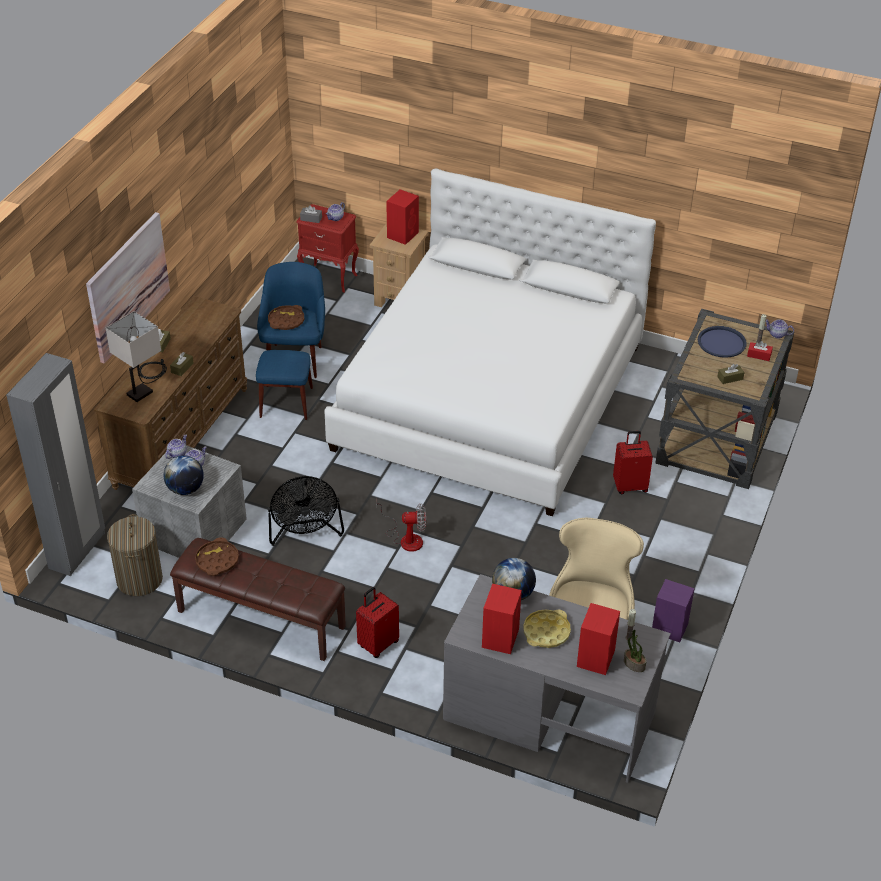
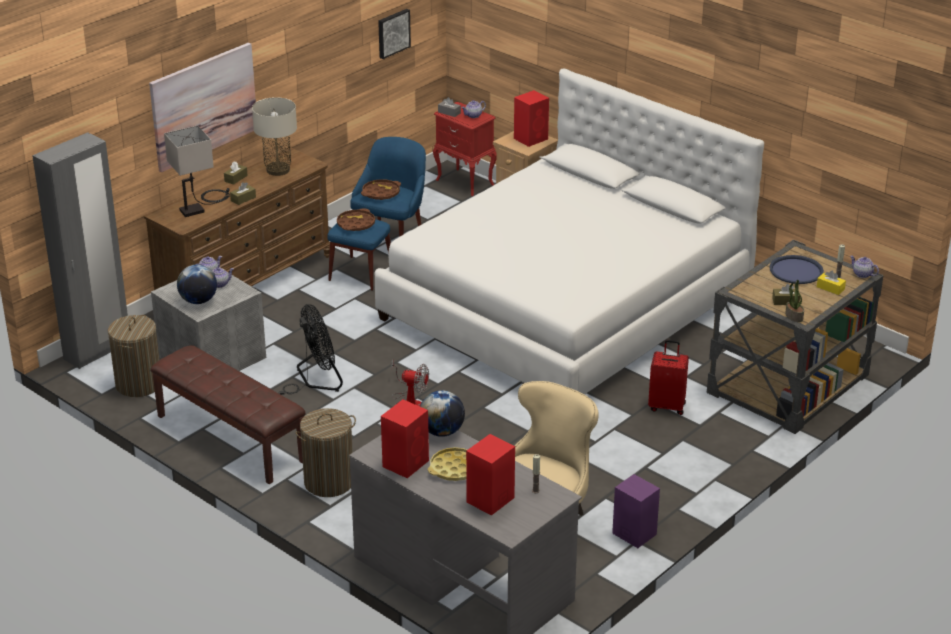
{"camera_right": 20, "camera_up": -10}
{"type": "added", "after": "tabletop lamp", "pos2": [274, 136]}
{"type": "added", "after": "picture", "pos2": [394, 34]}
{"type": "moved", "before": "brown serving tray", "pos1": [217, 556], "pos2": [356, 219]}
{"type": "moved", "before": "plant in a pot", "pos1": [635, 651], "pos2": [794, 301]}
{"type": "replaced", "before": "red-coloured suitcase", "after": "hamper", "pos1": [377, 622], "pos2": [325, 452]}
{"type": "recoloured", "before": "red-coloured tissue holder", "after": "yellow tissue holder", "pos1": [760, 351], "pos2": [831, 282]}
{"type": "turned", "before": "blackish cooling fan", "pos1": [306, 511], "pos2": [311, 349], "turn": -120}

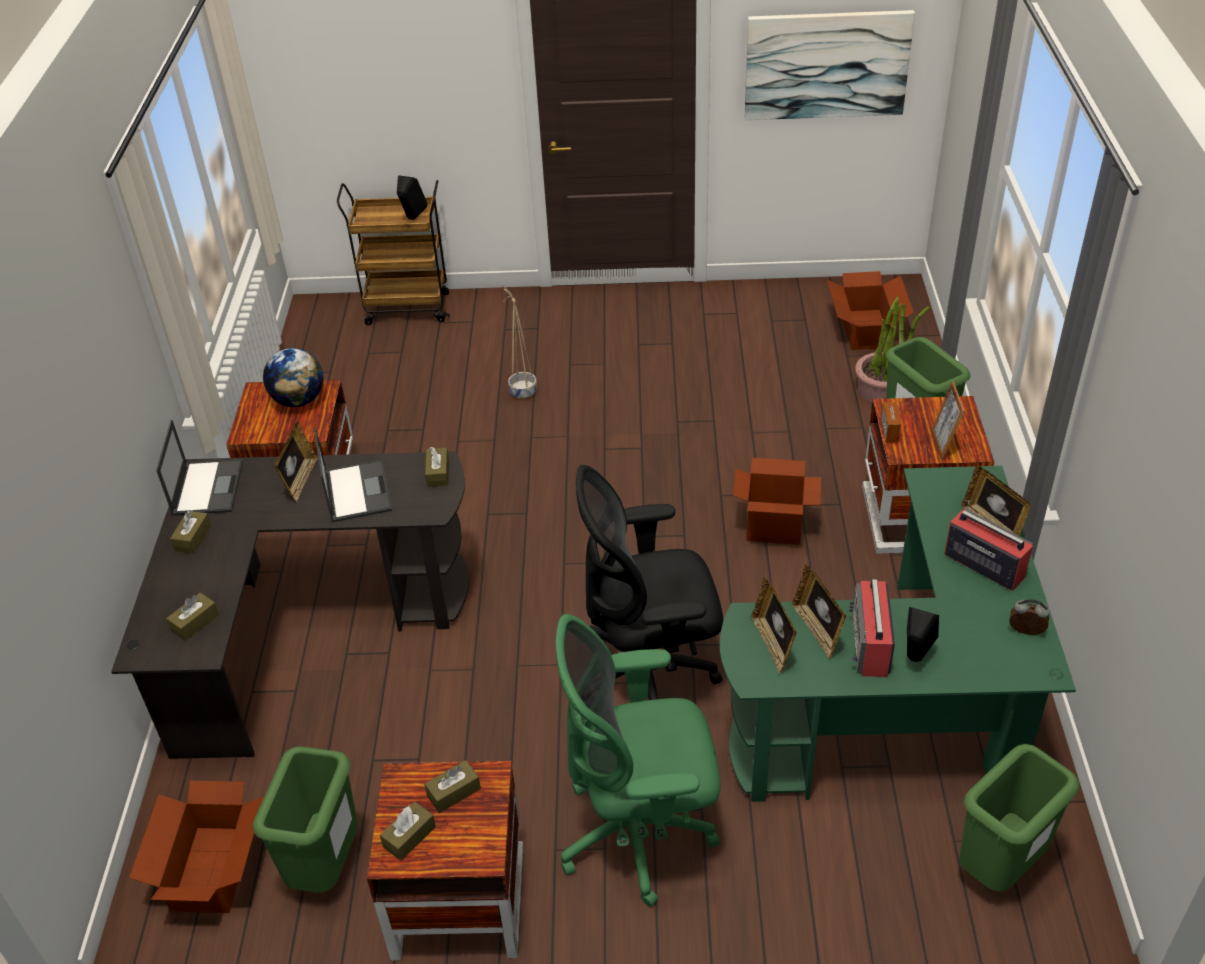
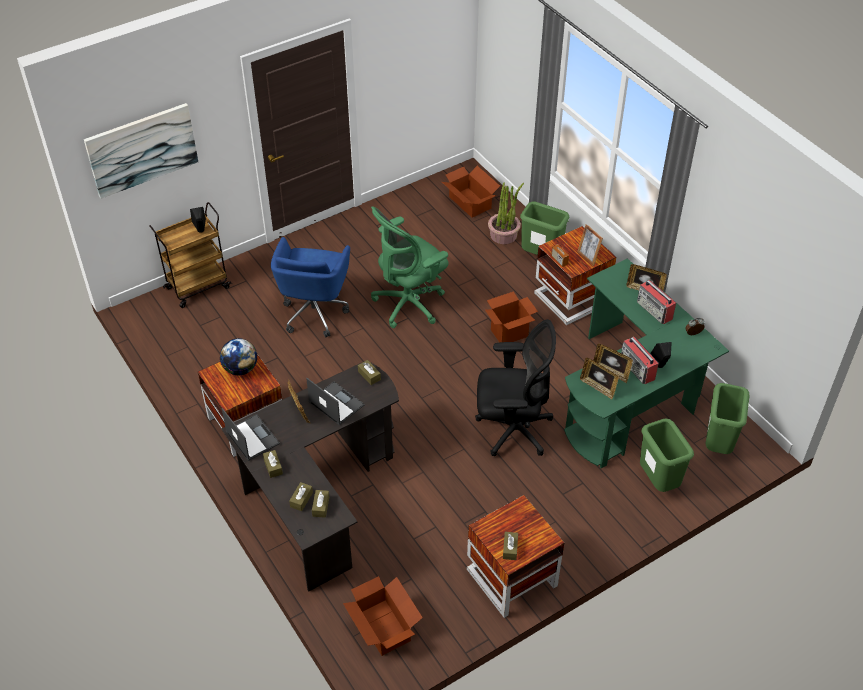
{"camera_right": -35, "camera_up": 5}
{"type": "moved", "before": "green waste bin", "pos1": [305, 819], "pos2": [667, 455]}
{"type": "moved", "before": "brown tissue holder", "pos1": [452, 786], "pos2": [301, 496]}
{"type": "moved", "before": "green office chair", "pos1": [638, 760], "pos2": [409, 267]}
{"type": "moved", "before": "picture", "pos1": [830, 65], "pos2": [141, 151]}
{"type": "replaced", "before": "sand-coloured flower pot", "after": "blue-coloured office chair", "pos1": [519, 342], "pos2": [310, 287]}
{"type": "turned", "before": "blackish office chair", "pos1": [649, 582], "pos2": [515, 387], "turn": -135}
{"type": "turned", "before": "radio receiver", "pos1": [988, 545], "pos2": [656, 302], "turn": -135}

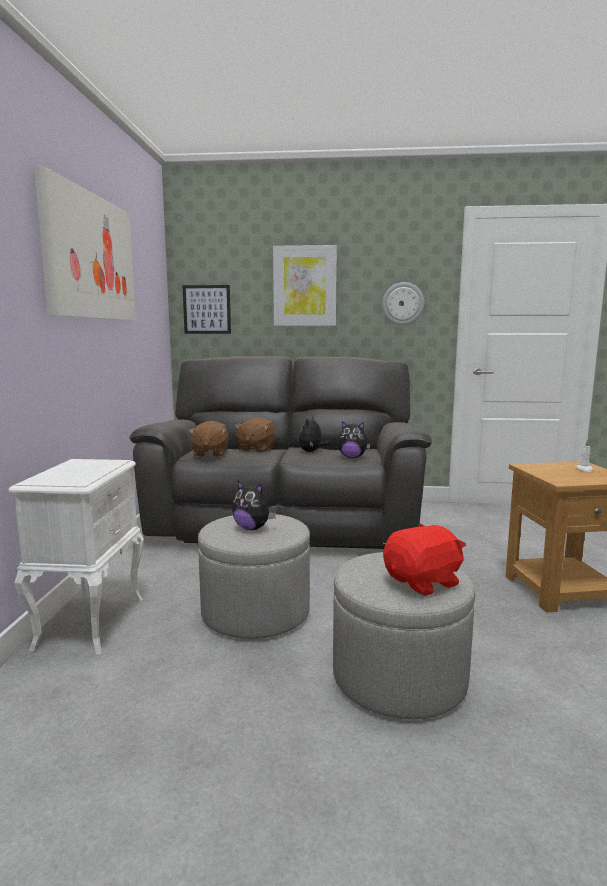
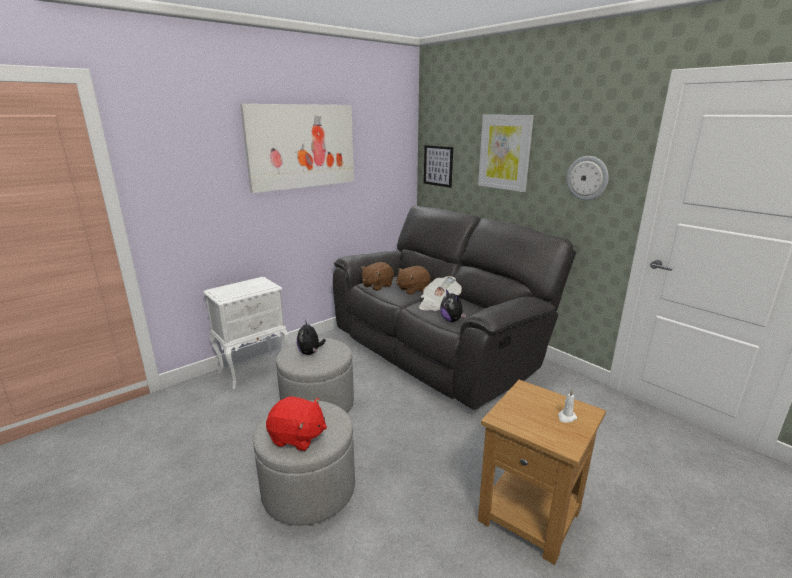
{"camera_right": 45, "camera_up": 10}
{"type": "replaced", "before": "soft toy", "after": "daily paper", "pos1": [314, 433], "pos2": [440, 293]}

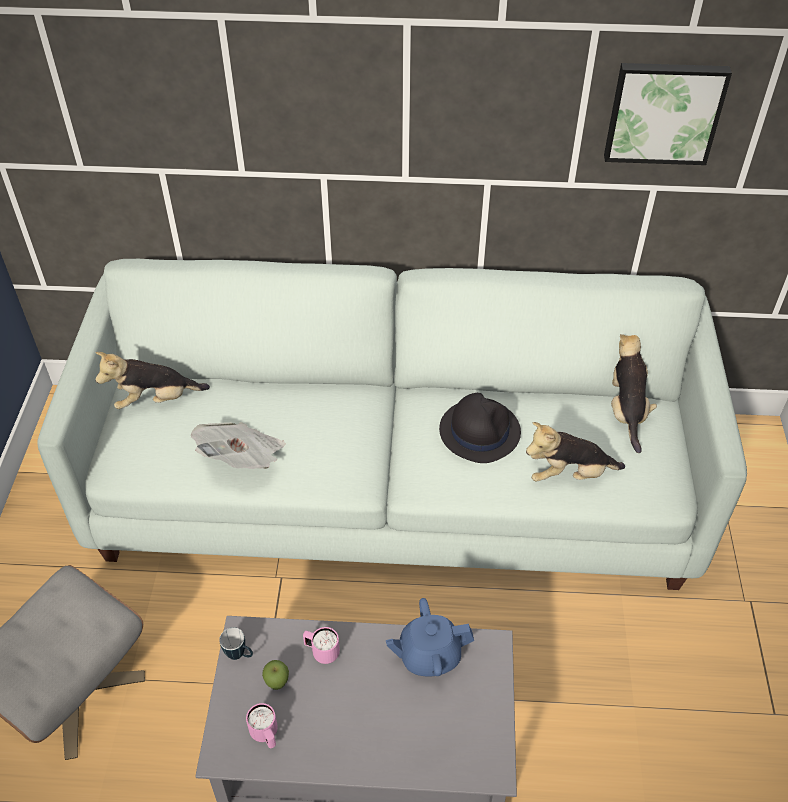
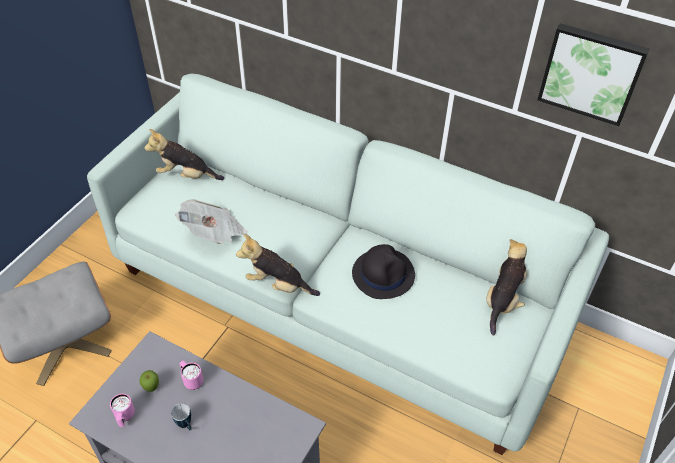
{"camera_right": 25, "camera_up": 0}
{"type": "removed", "before": "blue-coloured tea pot", "pos1": [430, 637]}
{"type": "moved", "before": "mug", "pos1": [236, 643], "pos2": [181, 417]}
{"type": "moved", "before": "soft toy", "pos1": [575, 452], "pos2": [278, 265]}

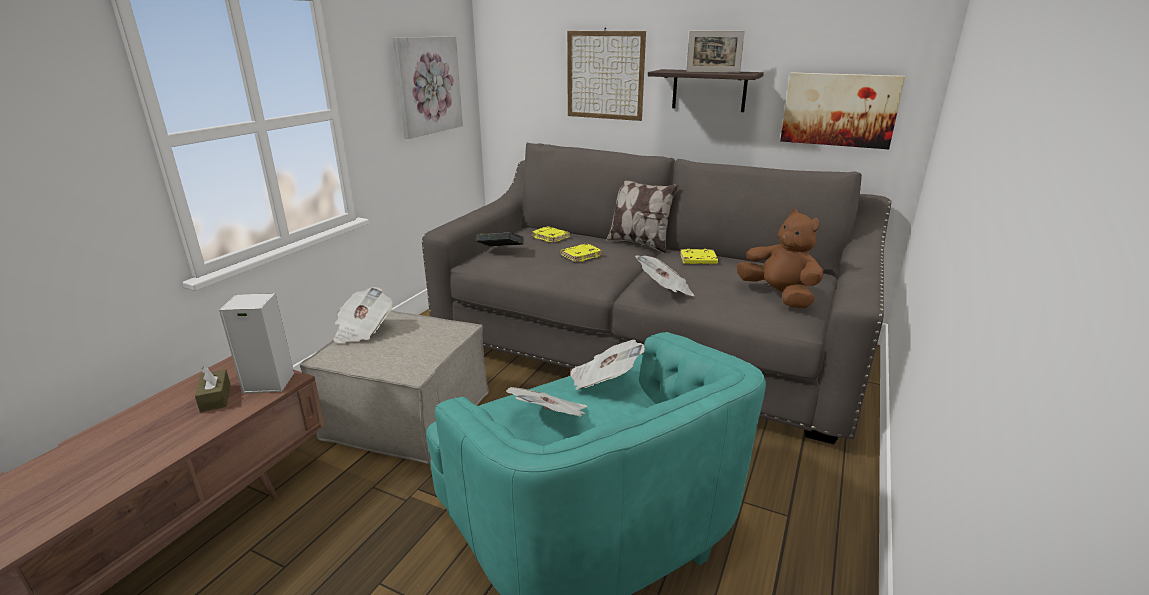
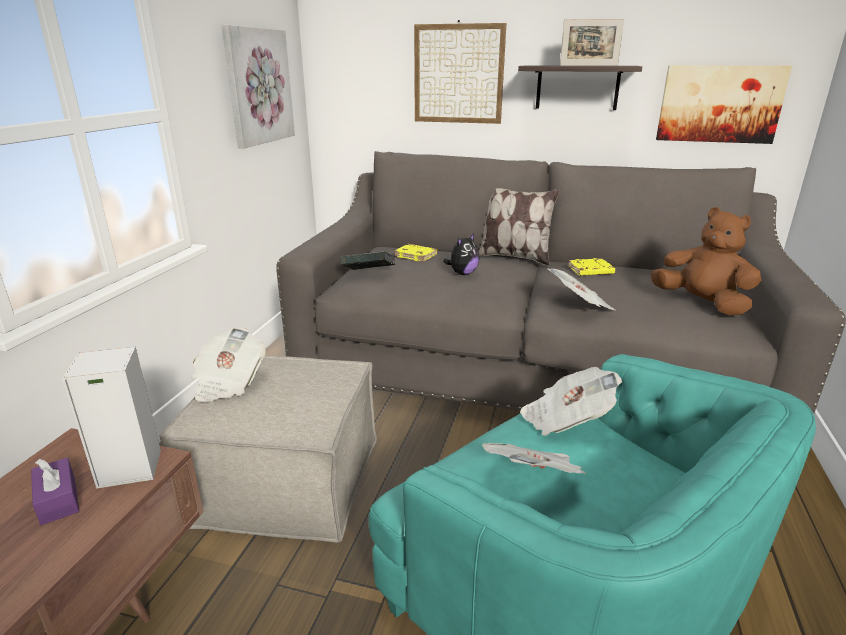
{"camera_right": -10, "camera_up": 0}
{"type": "replaced", "before": "yellow book", "after": "soft toy", "pos1": [582, 252], "pos2": [461, 254]}
{"type": "recoloured", "before": "brown tissue holder", "after": "purplish tissue holder", "pos1": [213, 389], "pos2": [55, 491]}

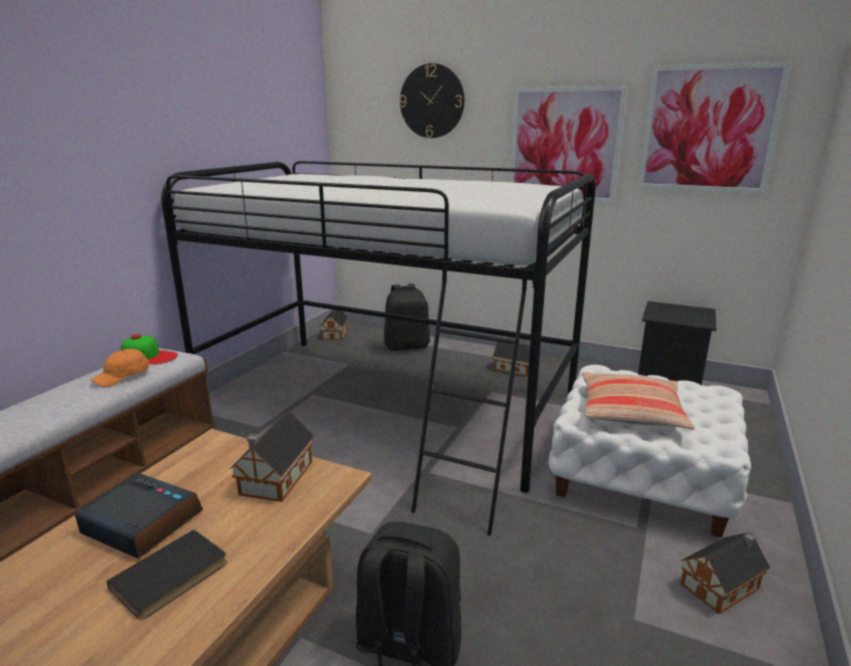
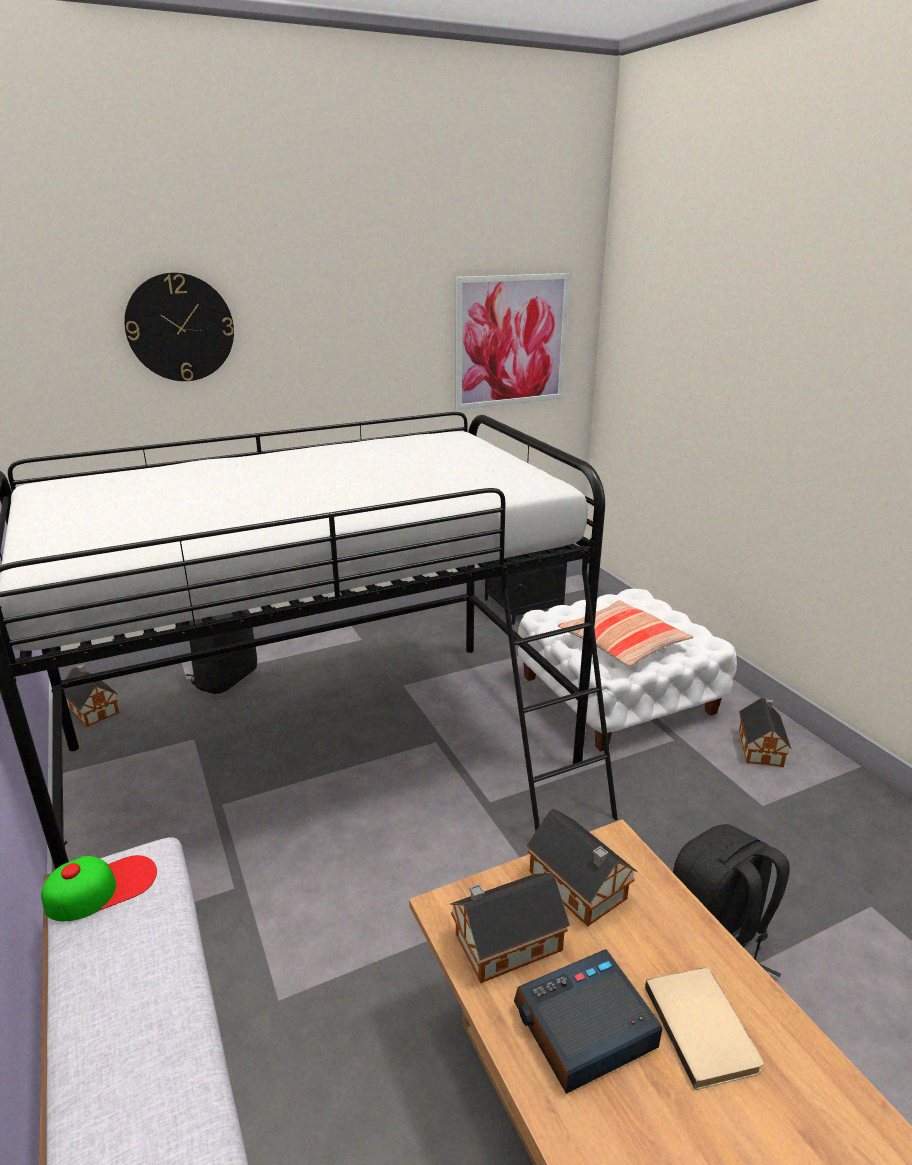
{"camera_right": -50, "camera_up": 5}
{"type": "removed", "before": "orangey baseball cap", "pos1": [119, 368]}
{"type": "removed", "before": "picture", "pos1": [568, 144]}
{"type": "moved", "before": "toy house", "pos1": [511, 356], "pos2": [510, 928]}
{"type": "recoloured", "before": "blackish book", "after": "sand-coloured book", "pos1": [167, 575], "pos2": [704, 1029]}

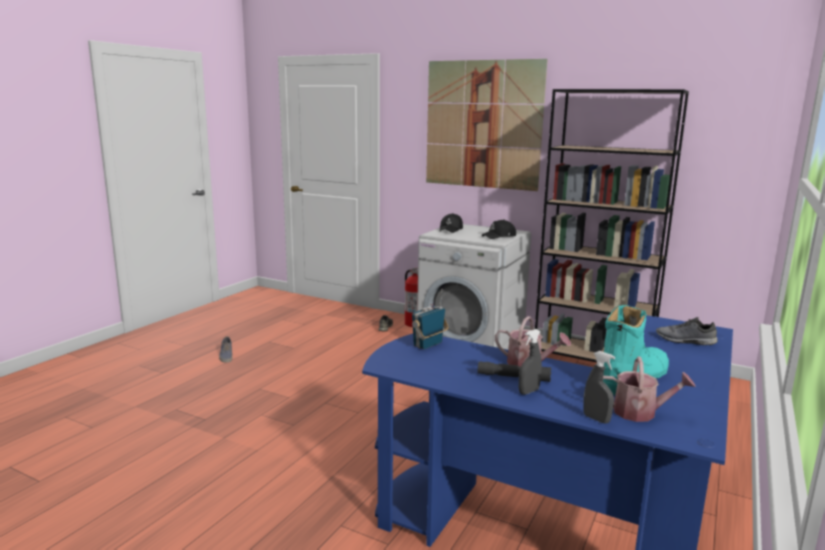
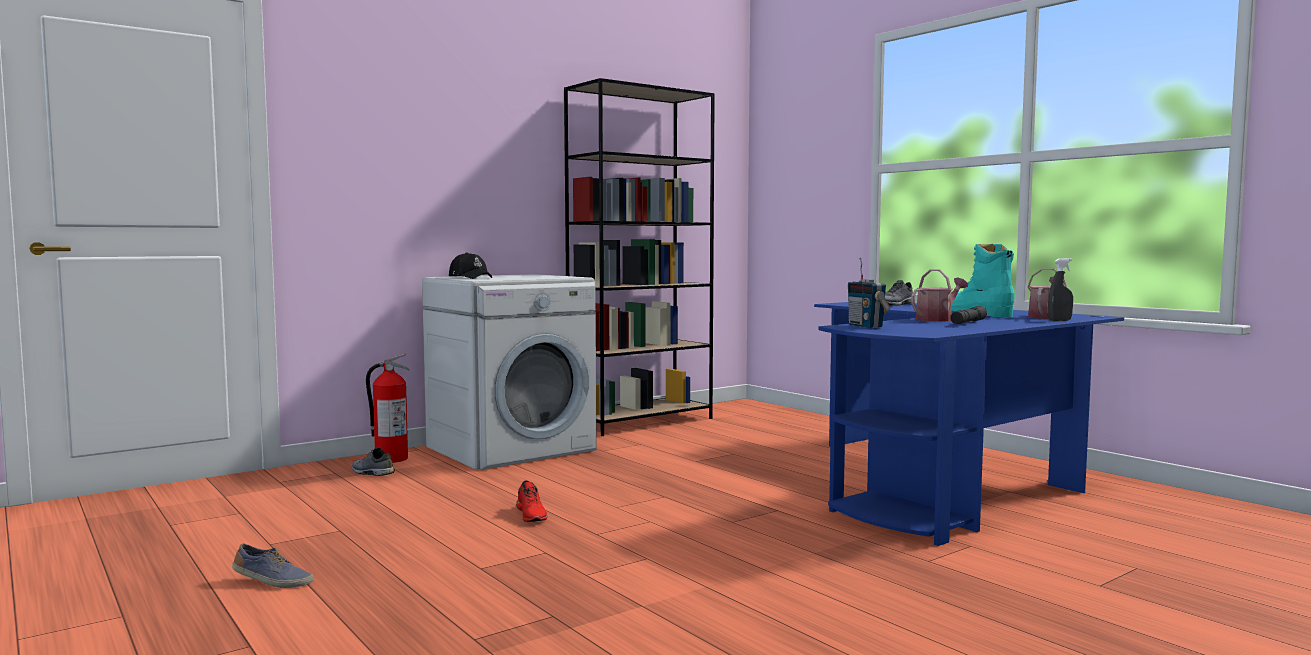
{"camera_right": -65, "camera_up": -10}
{"type": "removed", "before": "picture", "pos1": [486, 125]}
{"type": "removed", "before": "blackish baseball cap", "pos1": [499, 229]}
{"type": "removed", "before": "grey spray bottle", "pos1": [530, 362]}
{"type": "added", "after": "red-coloured shoe", "pos2": [532, 501]}

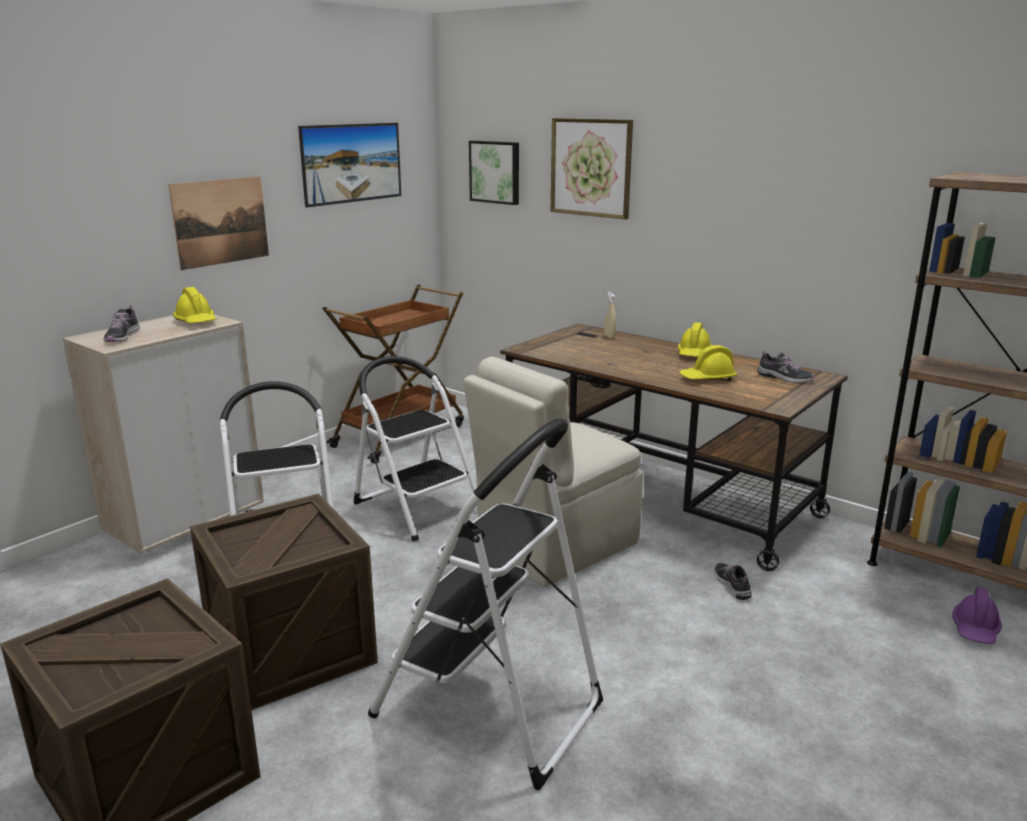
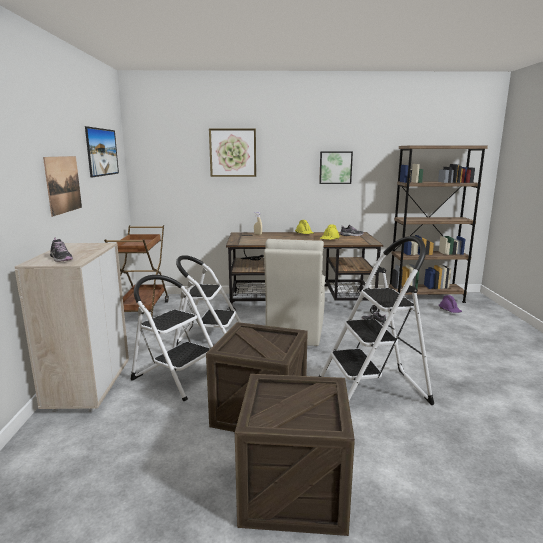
{"camera_right": -40, "camera_up": -5}
{"type": "removed", "before": "yellow work helmet", "pos1": [194, 305]}
{"type": "moved", "before": "picture", "pos1": [494, 173], "pos2": [336, 167]}

